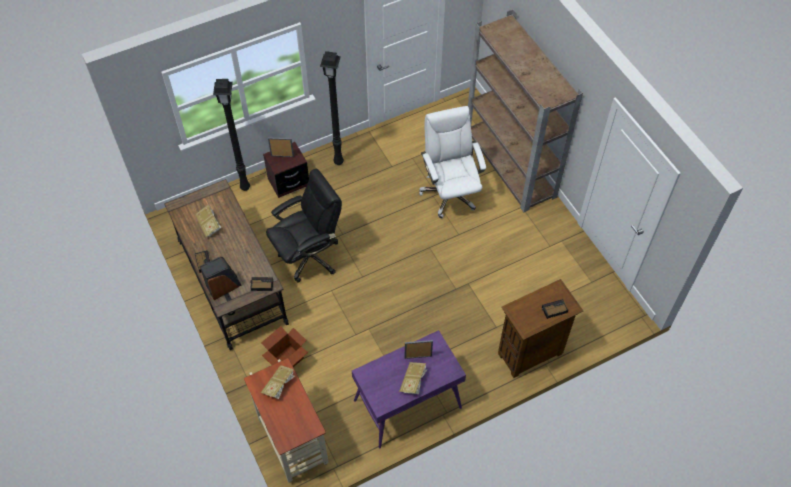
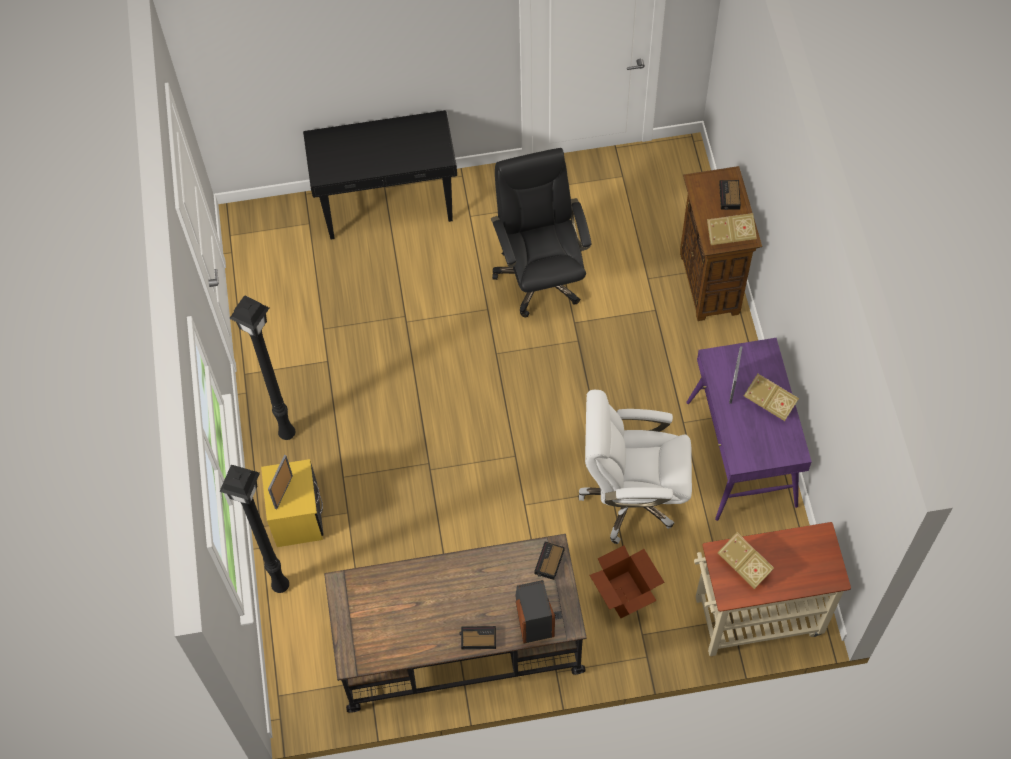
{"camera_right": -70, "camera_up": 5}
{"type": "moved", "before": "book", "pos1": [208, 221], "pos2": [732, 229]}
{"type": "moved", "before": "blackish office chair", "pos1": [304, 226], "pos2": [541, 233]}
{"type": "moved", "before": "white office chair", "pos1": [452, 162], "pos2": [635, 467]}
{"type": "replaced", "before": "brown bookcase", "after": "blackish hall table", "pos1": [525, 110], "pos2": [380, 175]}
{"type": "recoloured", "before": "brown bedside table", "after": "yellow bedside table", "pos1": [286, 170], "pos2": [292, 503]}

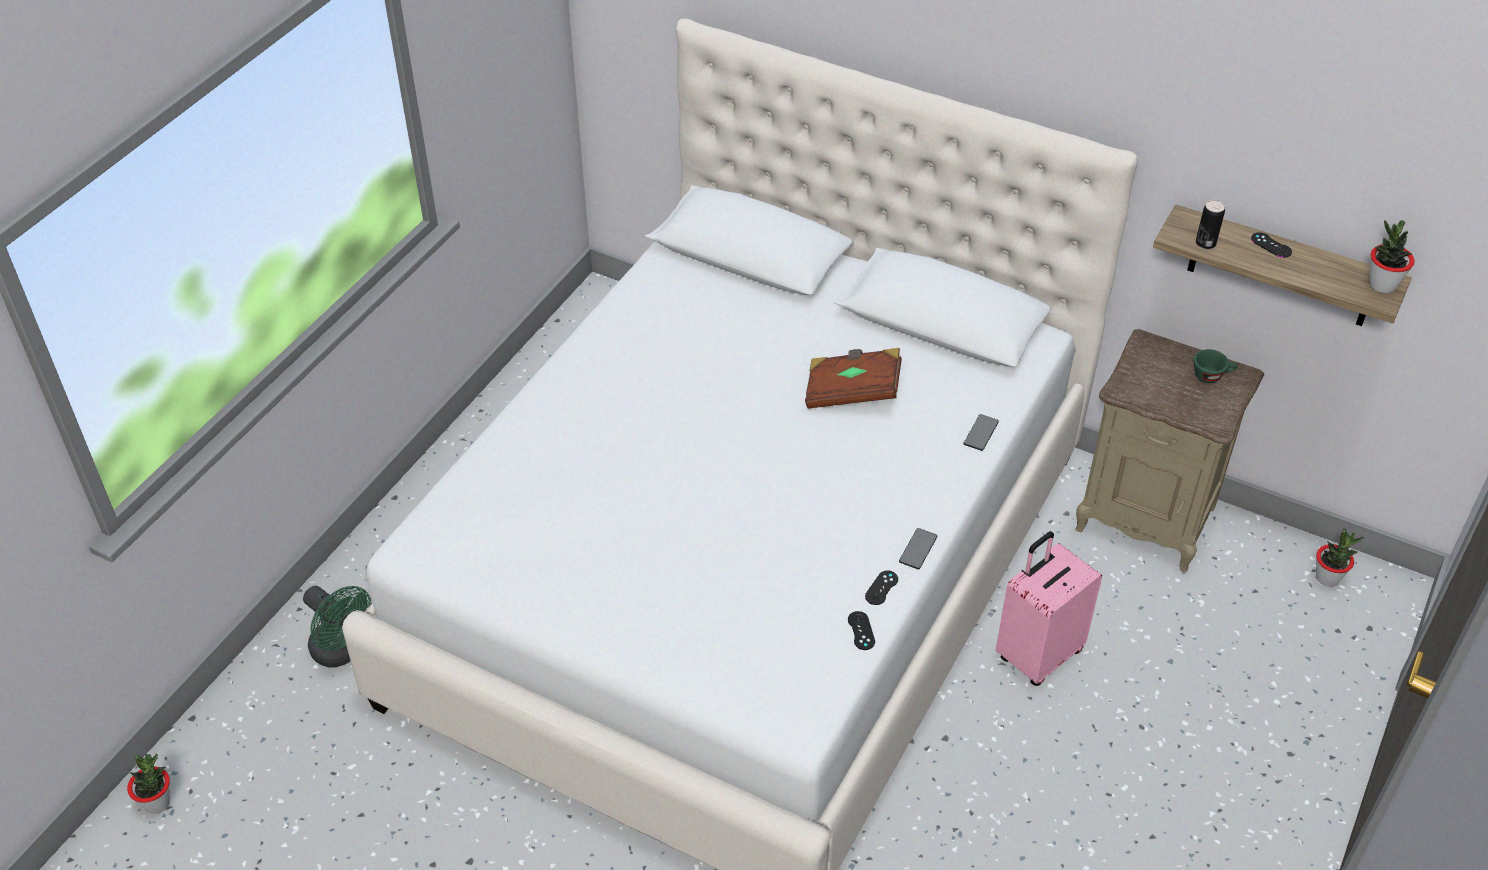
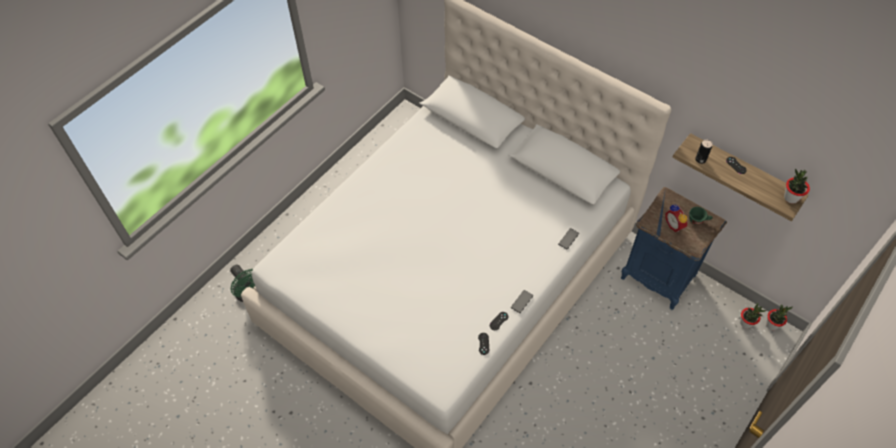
{"camera_right": 10, "camera_up": 10}
{"type": "removed", "before": "brown book", "pos1": [853, 378]}
{"type": "removed", "before": "pink-coloured suitcase", "pos1": [1049, 608]}
{"type": "added", "after": "alarm clock", "pos2": [676, 218]}
{"type": "moved", "before": "plant in a pot", "pos1": [148, 783], "pos2": [779, 317]}
{"type": "recoloured", "before": "sand-coloured bedside table", "after": "blue-coloured bedside table", "pos1": [1169, 450], "pos2": [674, 248]}

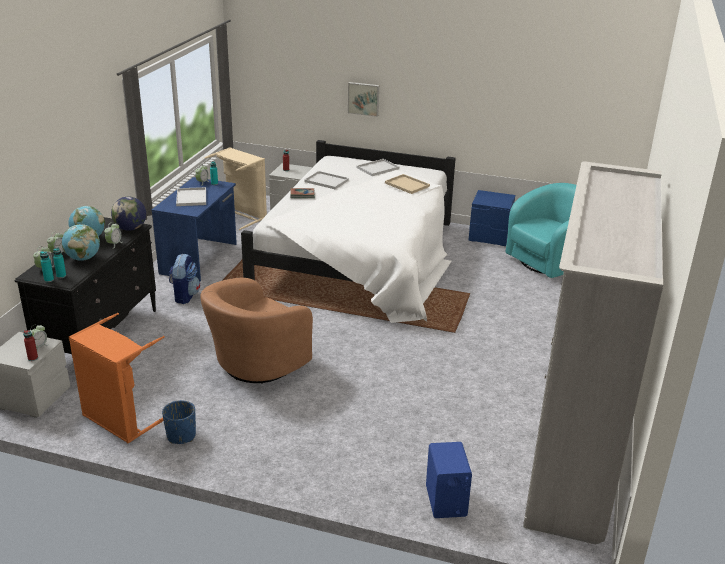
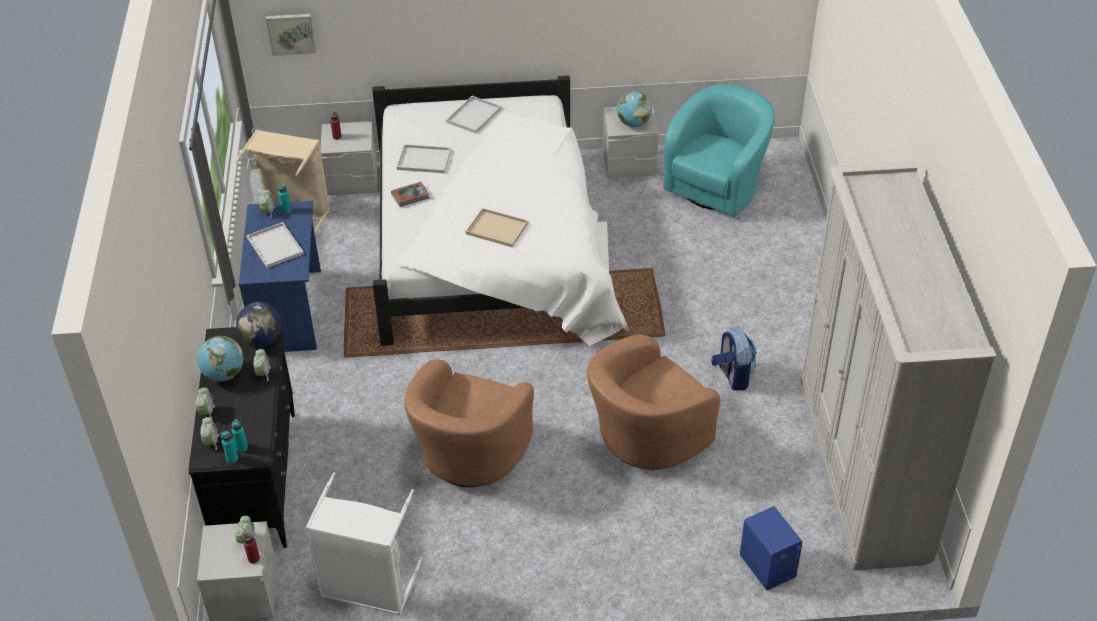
{"camera_right": -20, "camera_up": 15}
{"type": "removed", "before": "blue-coloured flower pot", "pos1": [179, 422]}
{"type": "added", "after": "brown easy chair", "pos2": [653, 402]}
{"type": "moved", "before": "desk globe", "pos1": [81, 242], "pos2": [634, 109]}
{"type": "moved", "before": "knapsack", "pos1": [184, 279], "pos2": [734, 359]}
{"type": "moved", "before": "picture", "pos1": [363, 99], "pos2": [291, 35]}
{"type": "moved", "before": "sand-coloured serving tray", "pos1": [407, 184], "pos2": [496, 227]}
{"type": "recoloured", "before": "orangey hamper", "after": "white hamper", "pos1": [117, 378], "pos2": [364, 543]}
{"type": "recoloured", "before": "blue-coloured bedside table", "after": "white bedside table", "pos1": [492, 218], "pos2": [631, 141]}

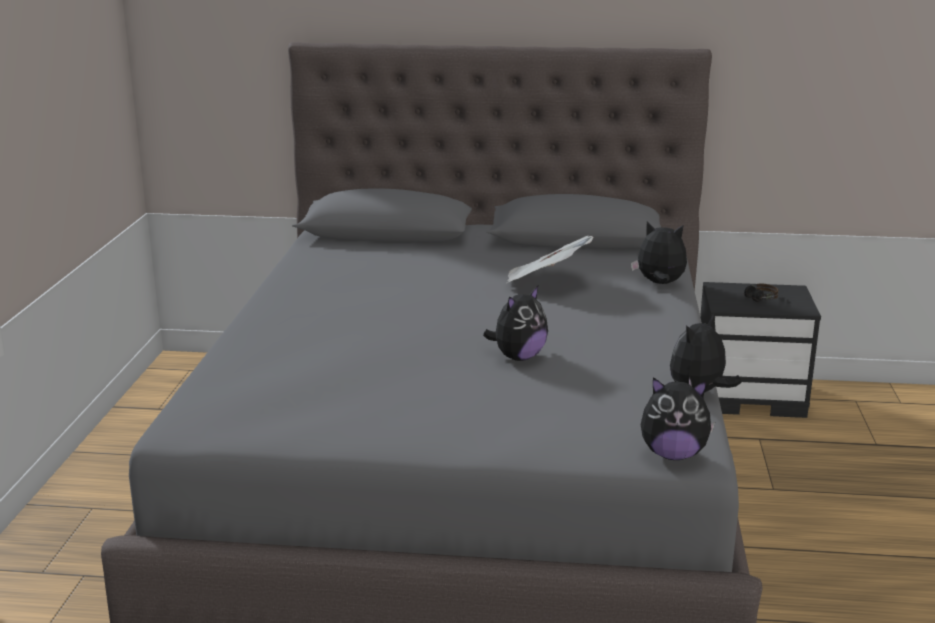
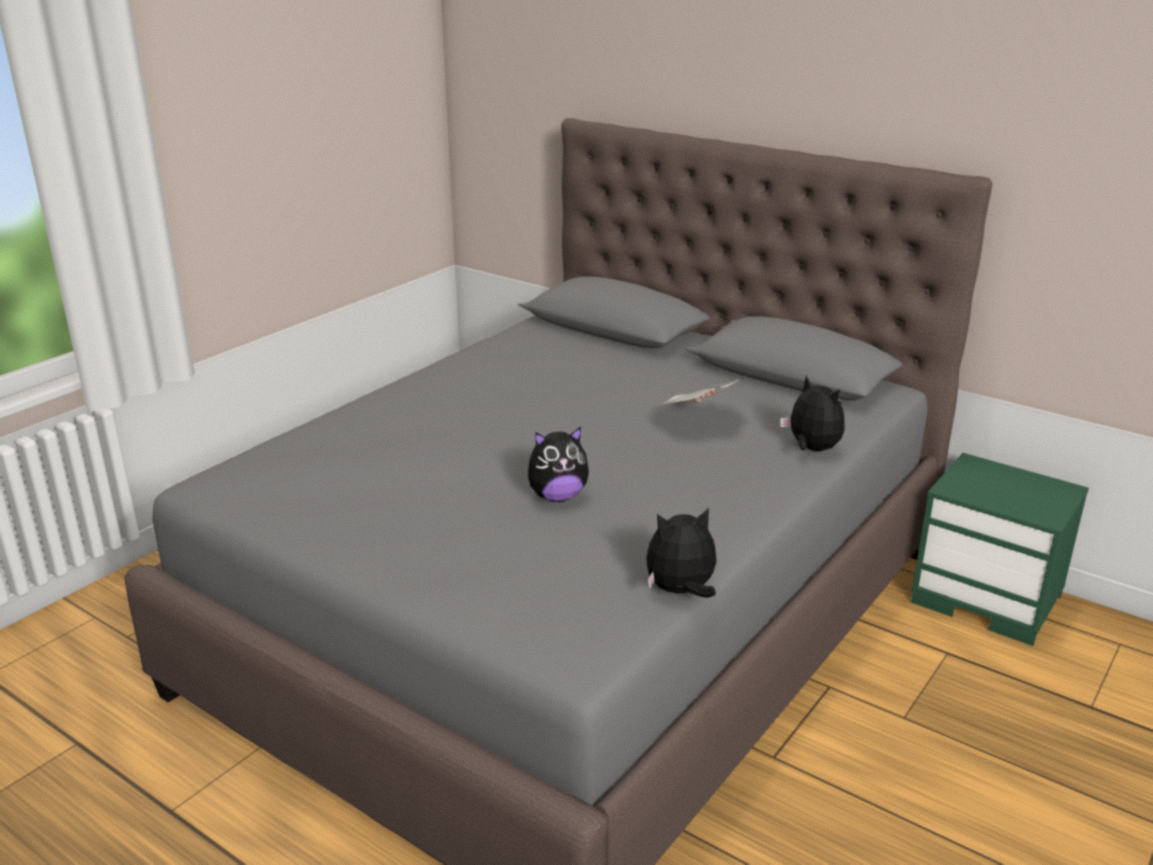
{"camera_right": 30, "camera_up": 5}
{"type": "removed", "before": "soft toy", "pos1": [678, 418]}
{"type": "removed", "before": "headphones", "pos1": [760, 293]}
{"type": "recoloured", "before": "blackish bedside table", "after": "green bedside table", "pos1": [760, 350], "pos2": [1000, 549]}

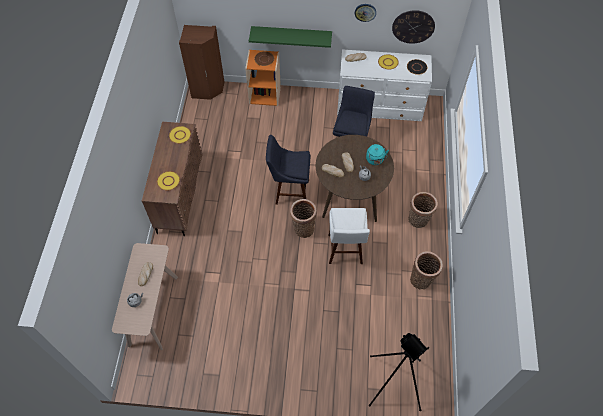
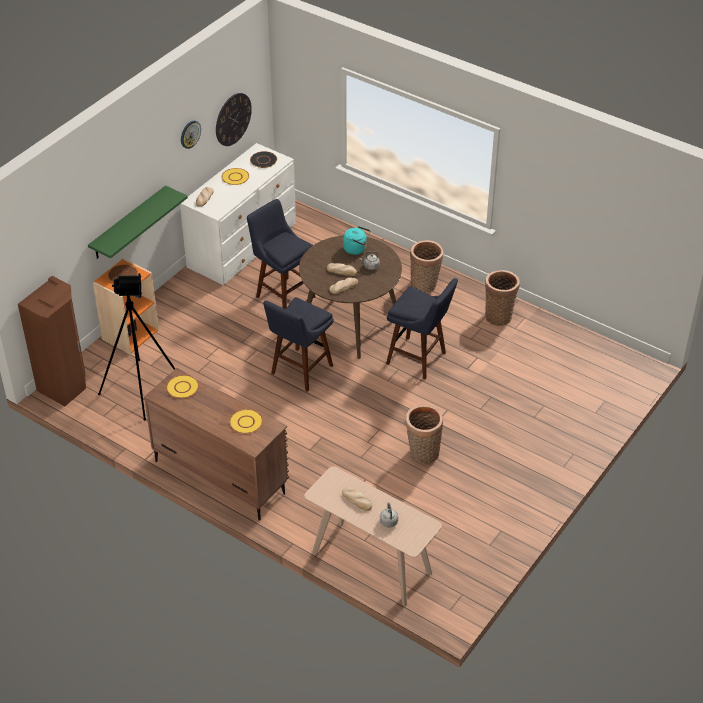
{"camera_right": -60, "camera_up": -15}
{"type": "moved", "before": "storage basket", "pos1": [303, 218], "pos2": [424, 434]}
{"type": "moved", "before": "blackish standard lamp", "pos1": [399, 372], "pos2": [136, 347]}
{"type": "recoloured", "before": "white stool seat", "after": "blue-coloured stool seat", "pos1": [349, 236], "pos2": [422, 328]}

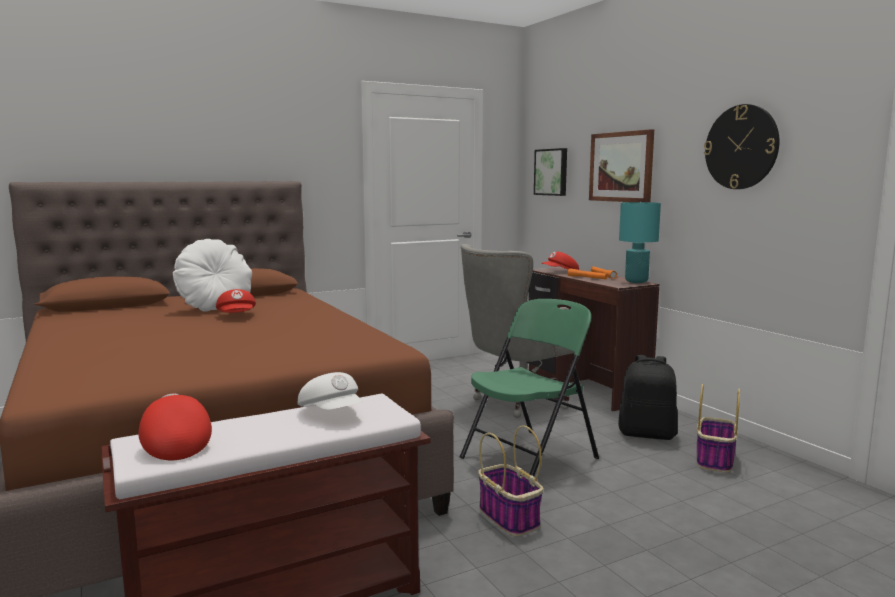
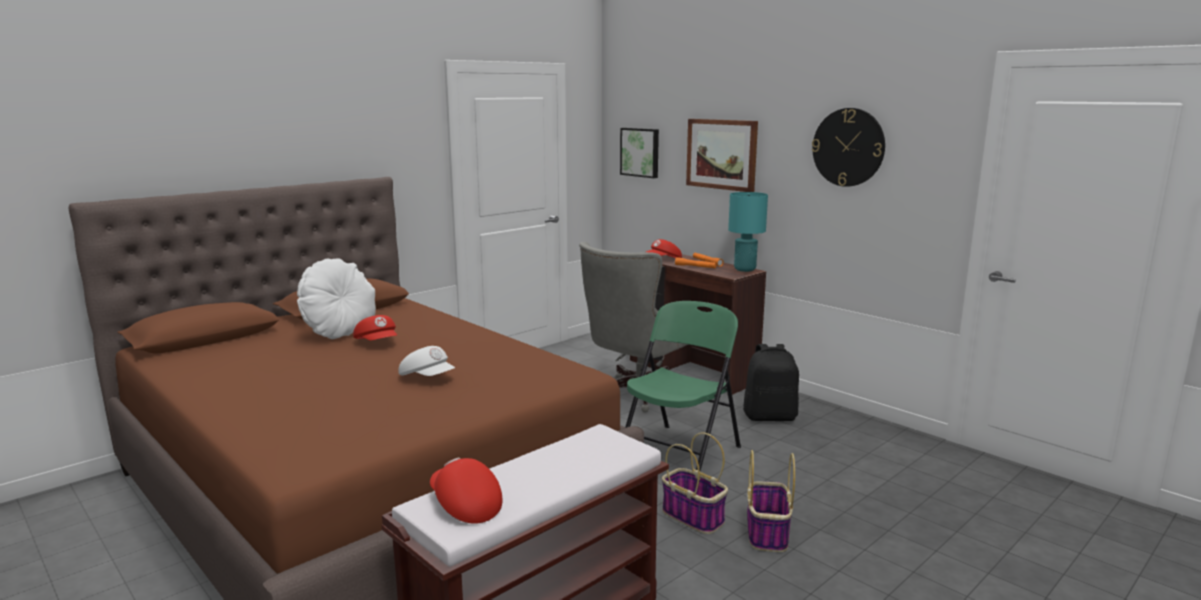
{"camera_right": -15, "camera_up": 5}
{"type": "moved", "before": "white baseball cap", "pos1": [330, 391], "pos2": [427, 361]}
{"type": "moved", "before": "storage basket", "pos1": [718, 428], "pos2": [771, 501]}

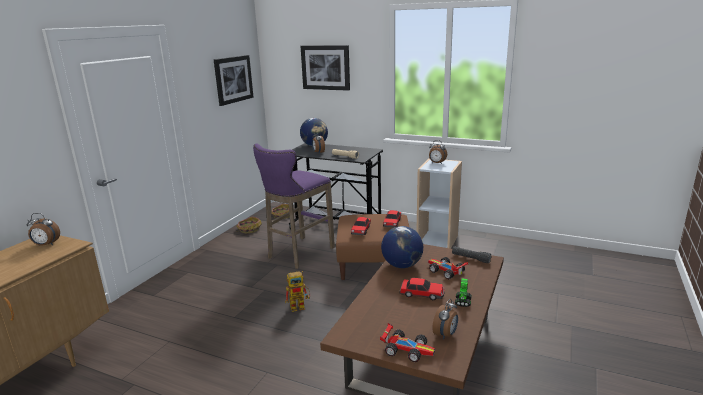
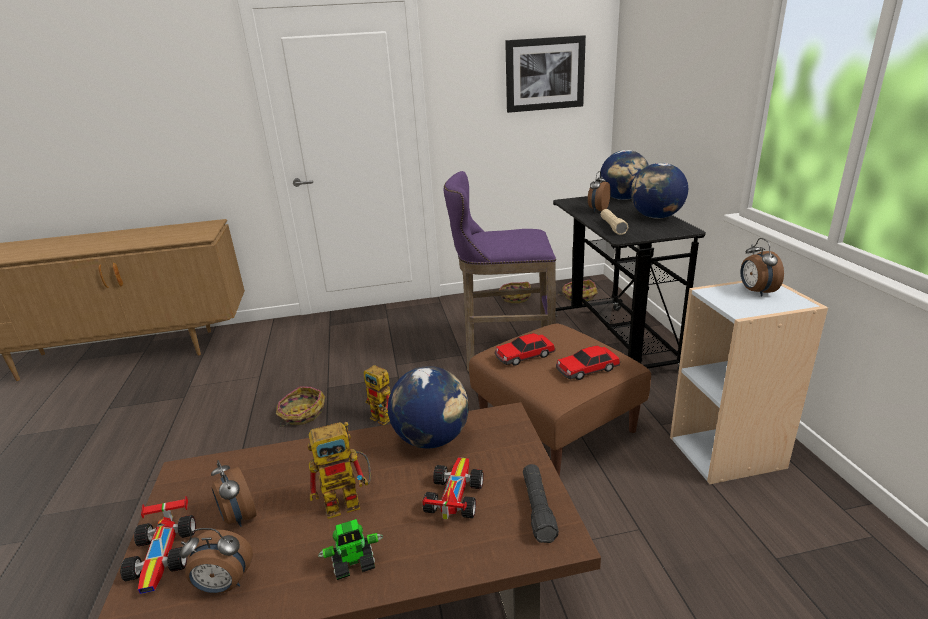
{"camera_right": 55, "camera_up": 5}
{"type": "removed", "before": "picture", "pos1": [325, 68]}
{"type": "added", "after": "storage basket", "pos2": [300, 406]}
{"type": "added", "after": "desk globe", "pos2": [659, 191]}
{"type": "moved", "before": "alarm clock", "pos1": [43, 229], "pos2": [234, 493]}
{"type": "replaced", "before": "toy car", "after": "robot figure", "pos1": [422, 289], "pos2": [339, 470]}

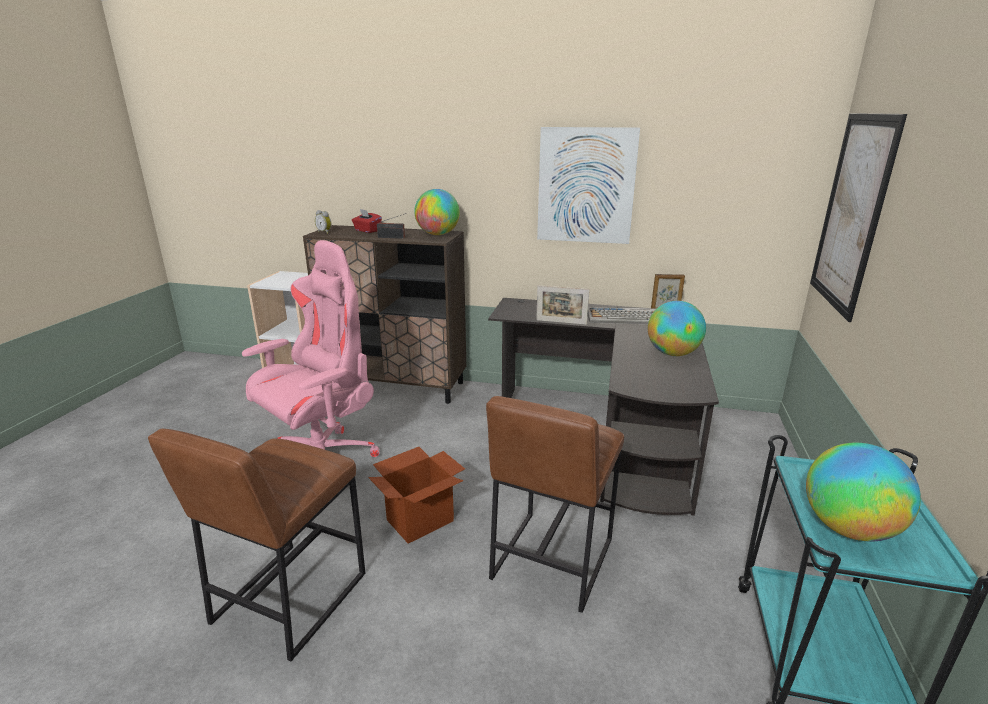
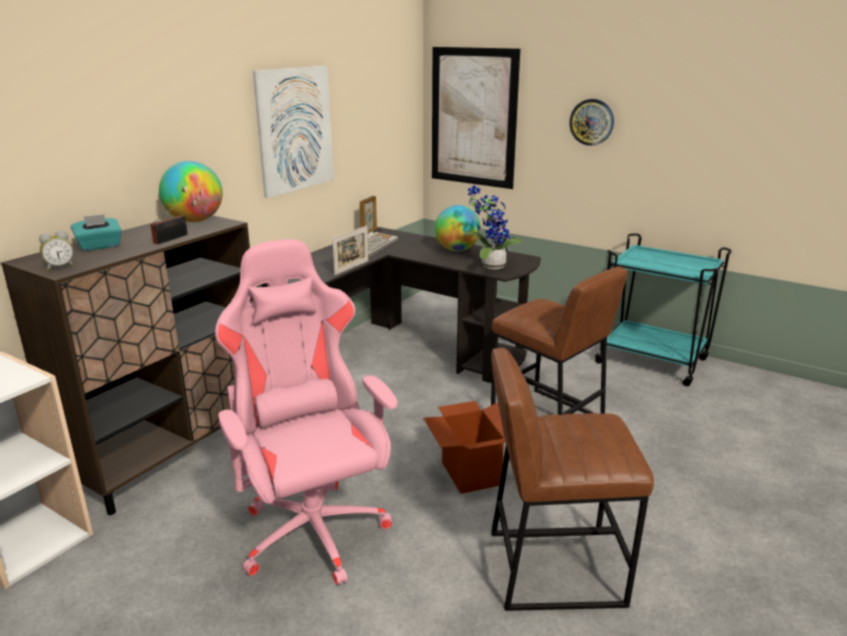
{"camera_right": -70, "camera_up": 0}
{"type": "removed", "before": "desk globe", "pos1": [863, 492]}
{"type": "added", "after": "plant in a pot", "pos2": [493, 227]}
{"type": "added", "after": "wall clock", "pos2": [591, 122]}
{"type": "recoloured", "before": "red-coloured tissue holder", "after": "turquoise tissue holder", "pos1": [367, 221], "pos2": [96, 232]}
{"type": "turned", "before": "brown upright chair", "pos1": [256, 545], "pos2": [572, 479], "turn": 135}

